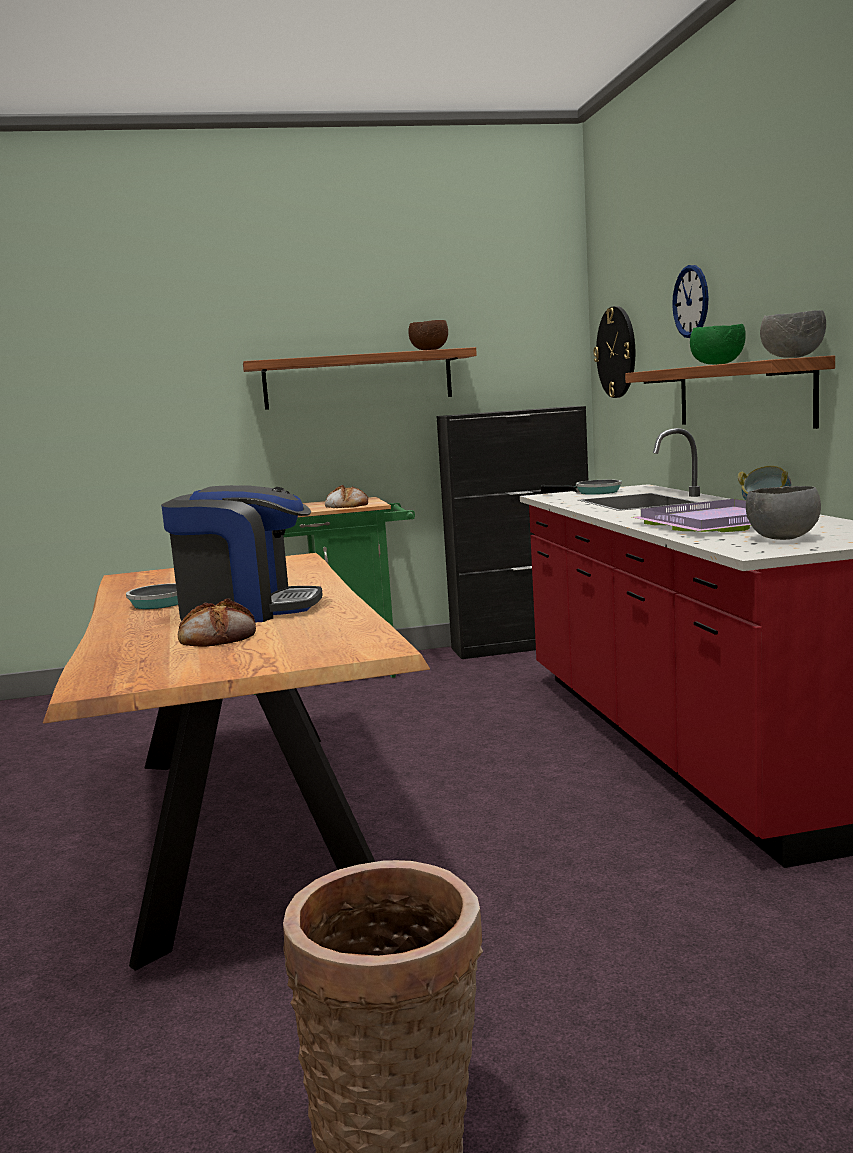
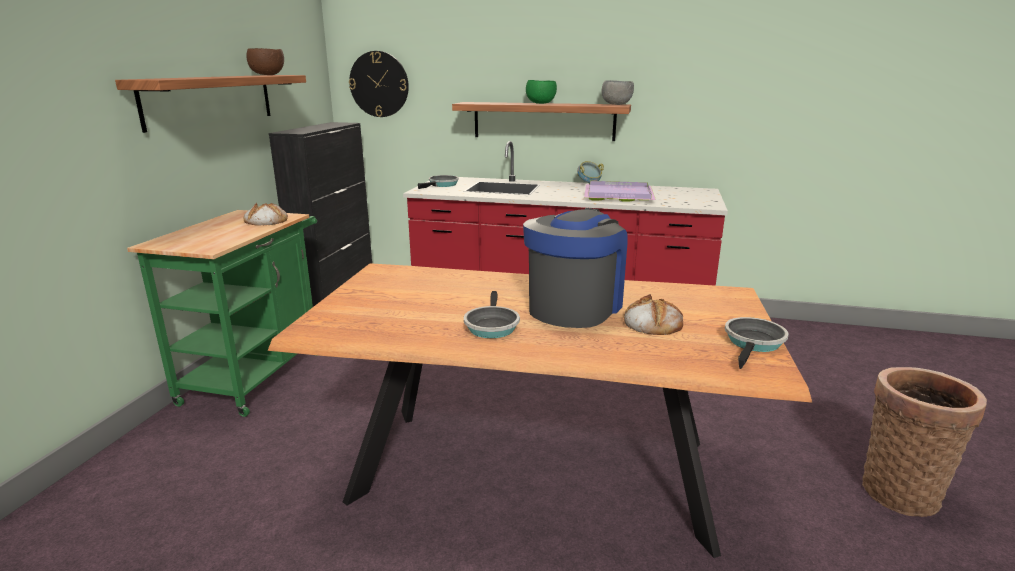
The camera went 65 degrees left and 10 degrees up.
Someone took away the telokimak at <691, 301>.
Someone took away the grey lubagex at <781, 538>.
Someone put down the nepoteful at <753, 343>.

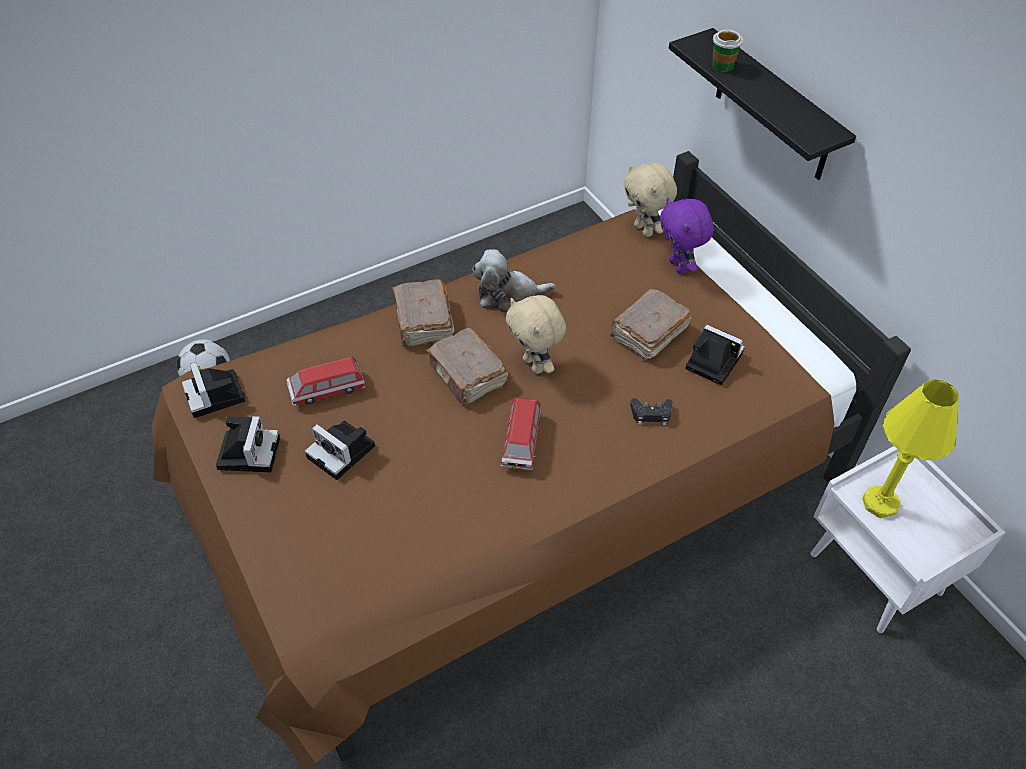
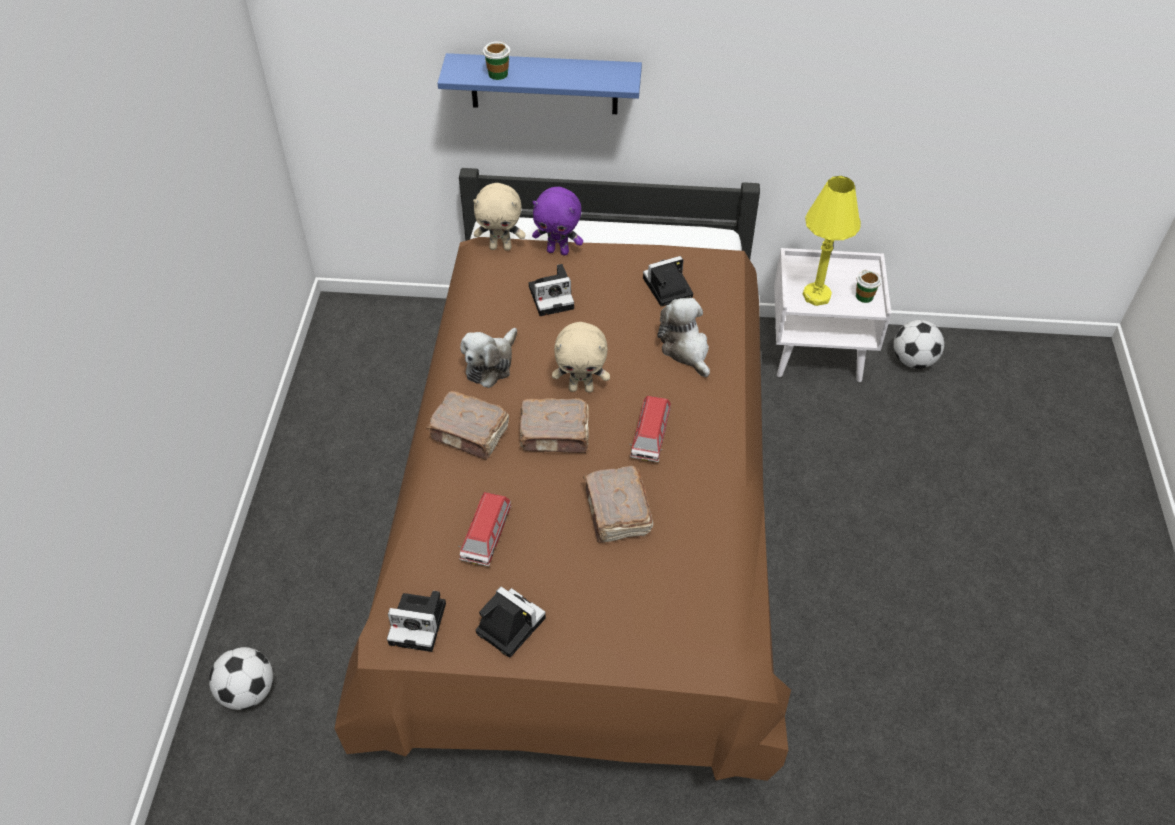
The camera went 55 degrees left and 0 degrees up.
Someone repainted the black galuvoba at <773, 107>, which became the blue galuvoba at <544, 84>.
Someone carried the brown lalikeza from <648, 334> to <616, 513>.
Someone rotated the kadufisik at <521, 441> by 60 degrees clockwise.
Someone swapped the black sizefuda at <651, 414> for the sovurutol at <686, 349>.
Someone carried the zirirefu from <343, 452> to <553, 296>.
Someone put down the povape at <864, 296>.
Someone put down the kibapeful at <913, 360>.

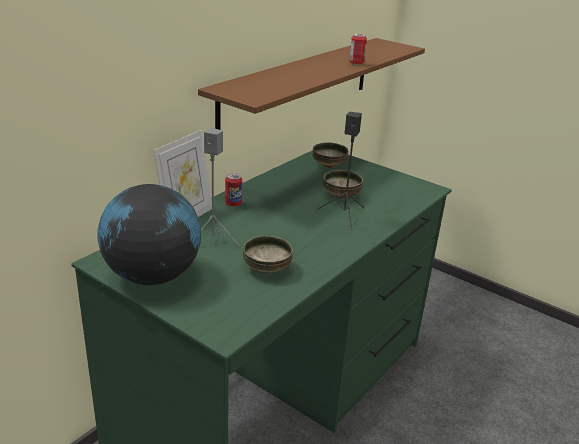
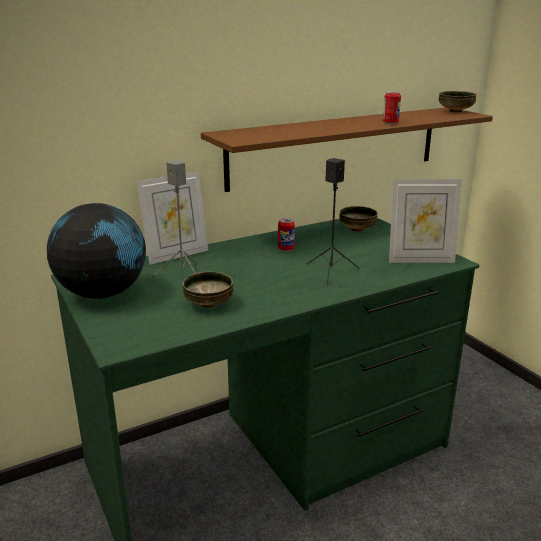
The camera went 25 degrees right and 5 degrees down.
Someone carried the lubagex from <342, 195> to <456, 111>.
Someone carried the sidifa from <233, 204> to <286, 249>.
Someone put down the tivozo at <420, 260>.

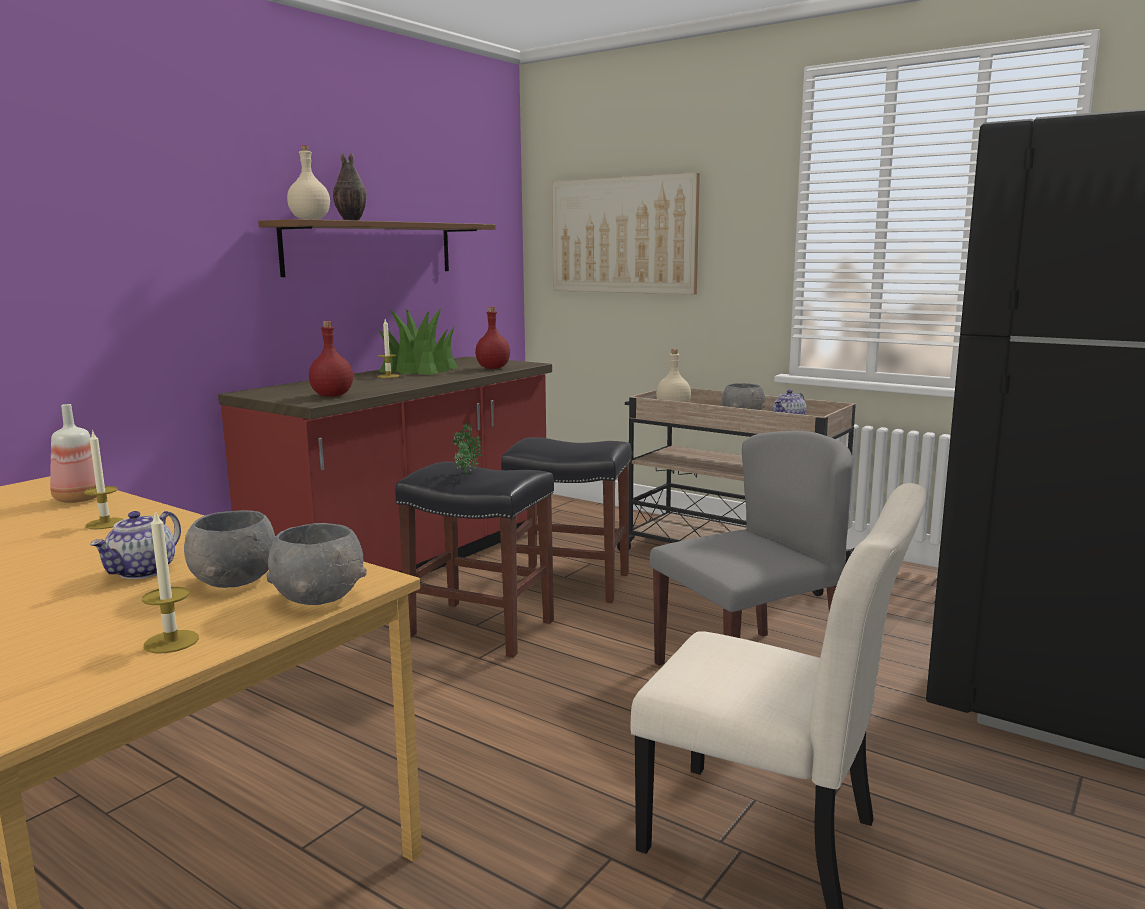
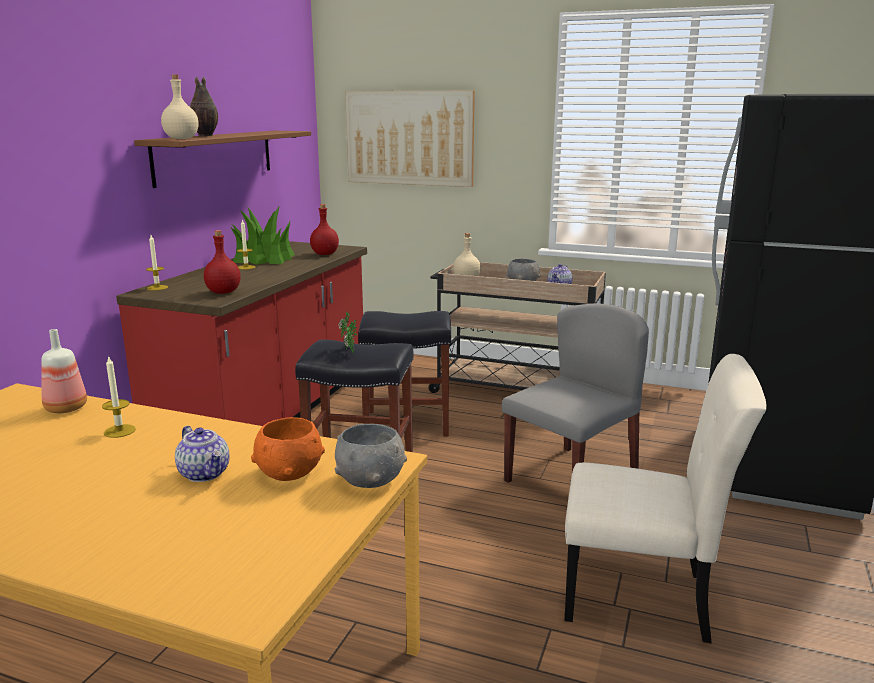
The camera went 15 degrees left and 5 degrees up.
Someone carried the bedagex from <171, 642> to <157, 288>.
Someone repainted the grey lubagex at <233, 580>, which became the orange lubagex at <288, 473>.
Someone rotated the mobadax at <142, 572> by 45 degrees counterclockwise.

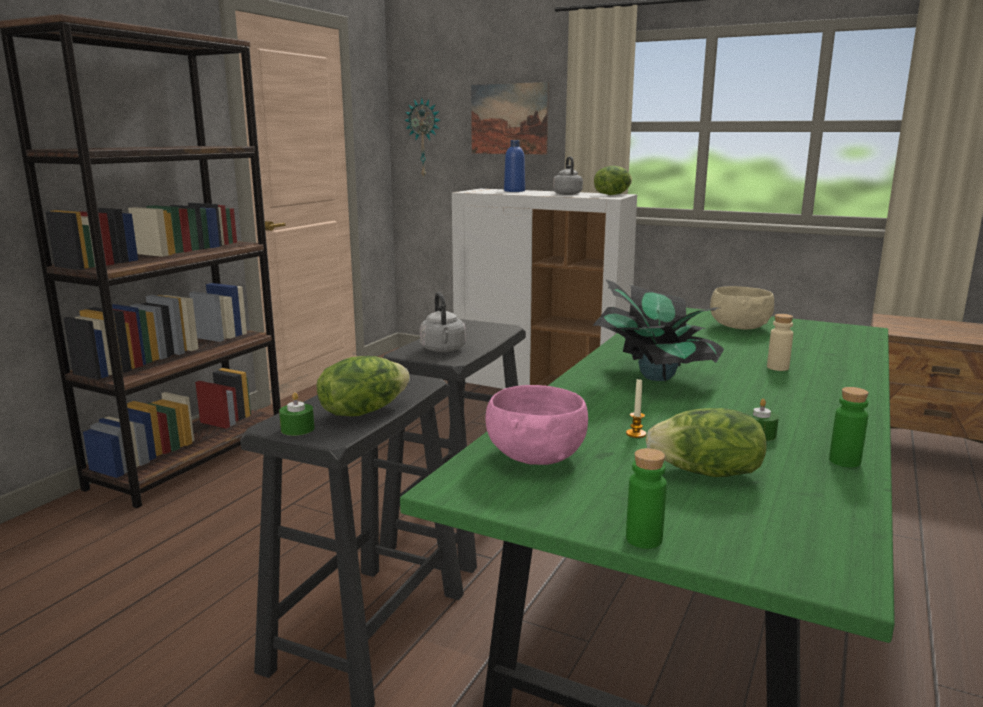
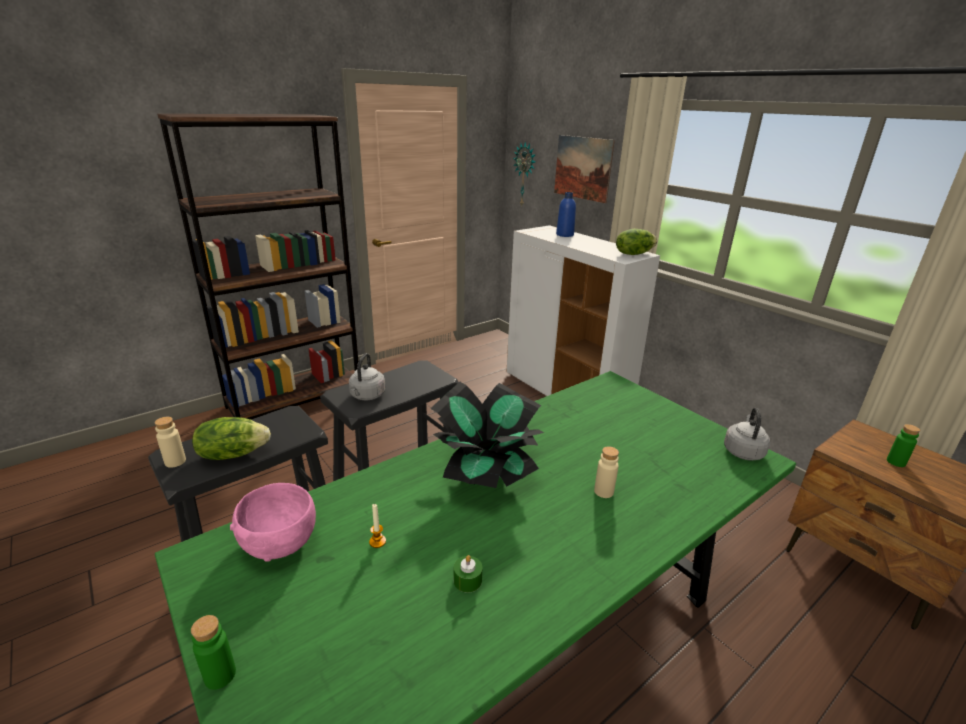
The camera went 25 degrees right and 10 degrees up.
Someone carried the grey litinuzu from <567, 194> to <743, 451>.
Someone took away the beige lubagex at <739, 327>.
Someone carried the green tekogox from <844, 461> to <896, 462>.
Someone swapped the green bedagex at <297, 429> for the beige tekogox at <175, 461>.
Someone took away the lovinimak at <707, 473>.

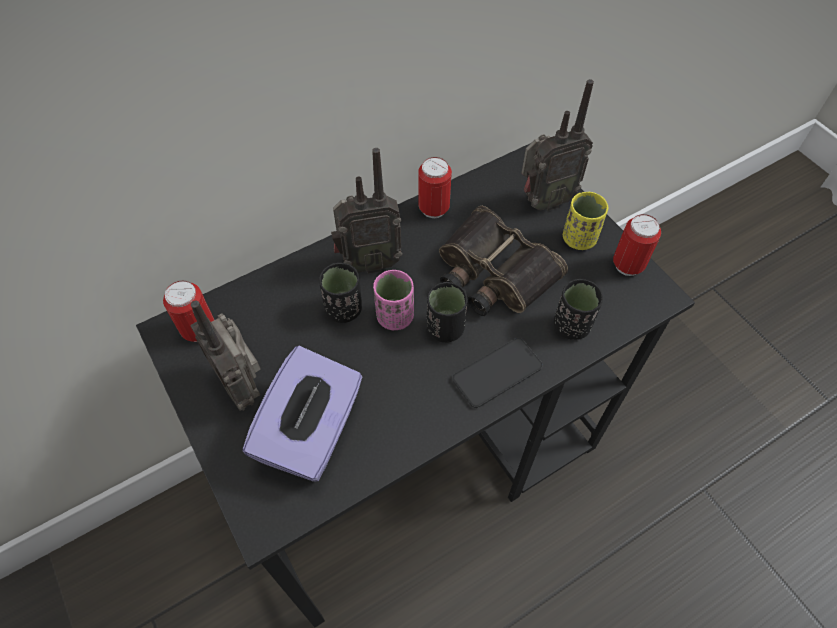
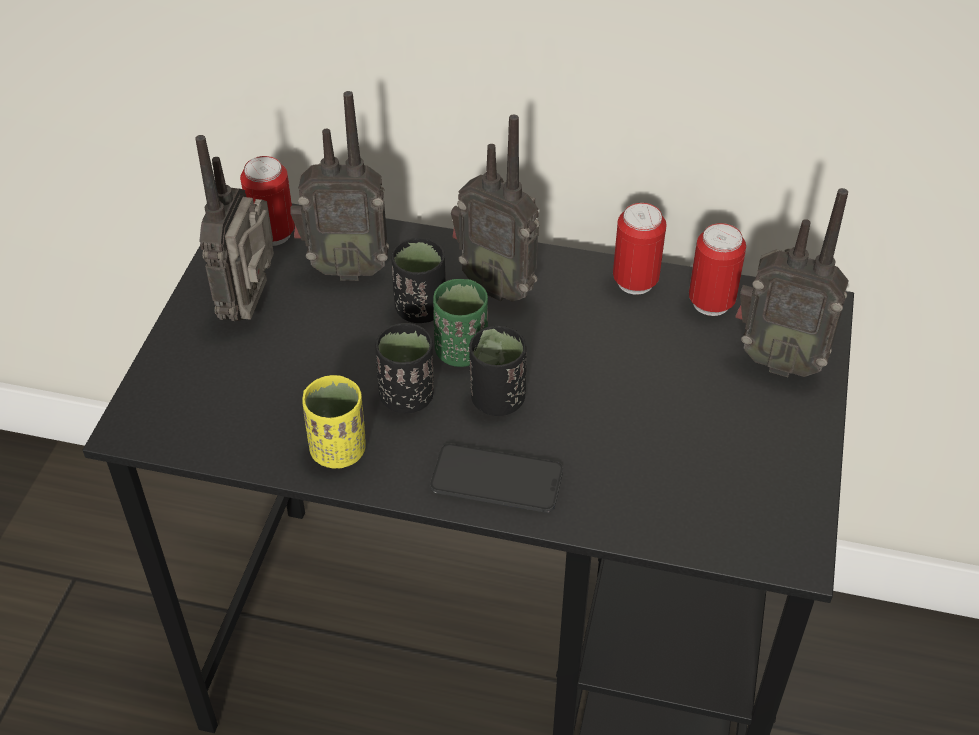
The camera went 45 degrees right and 10 degrees down.
Someone carried the yellow povape from <579, 239> to <338, 450>.
Someone took away the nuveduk at <492, 273>.
Someone carried the sidifa from <628, 265> to <711, 303>.
Someone repainted the pink povape at <395, 316>, which became the green povape at <461, 351>.
Someone carried the black povape from <571, 325> to <407, 397>.
Someone took away the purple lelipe at <312, 432>.
Someone put down the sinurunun at <346, 268>.

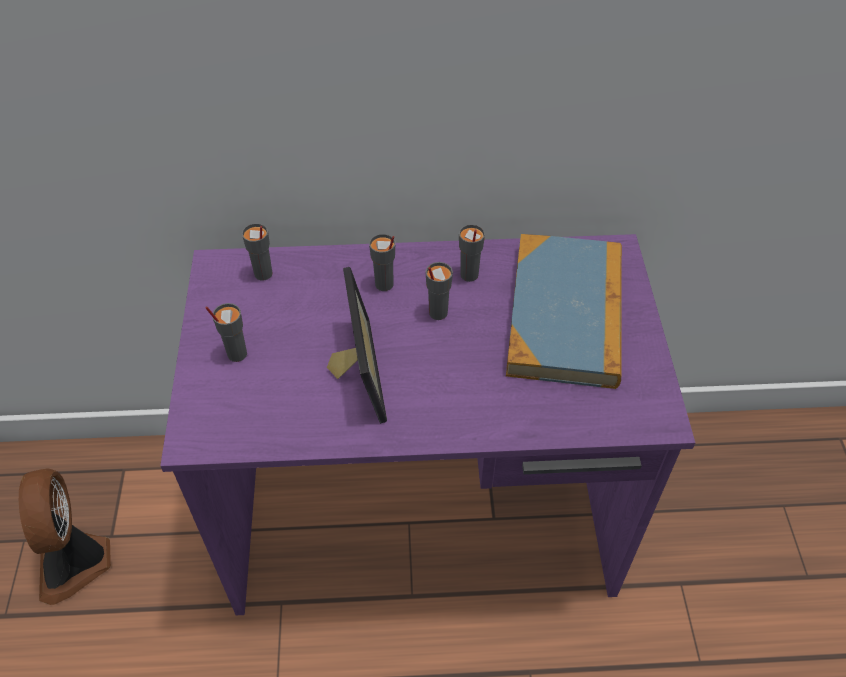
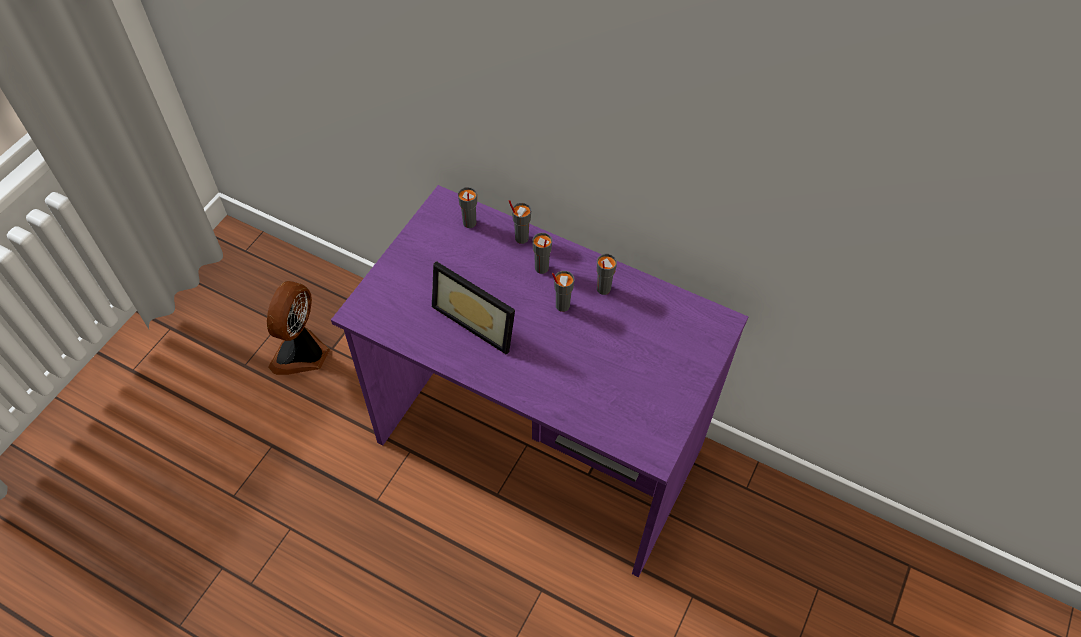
The camera went 30 degrees right and 5 degrees up.
Someone took away the lalikeza at <565, 314>.
Someone rotated the tivozo at <352, 372> by 105 degrees clockwise.
Someone carried the grey povape from <236, 354> to <521, 238>.

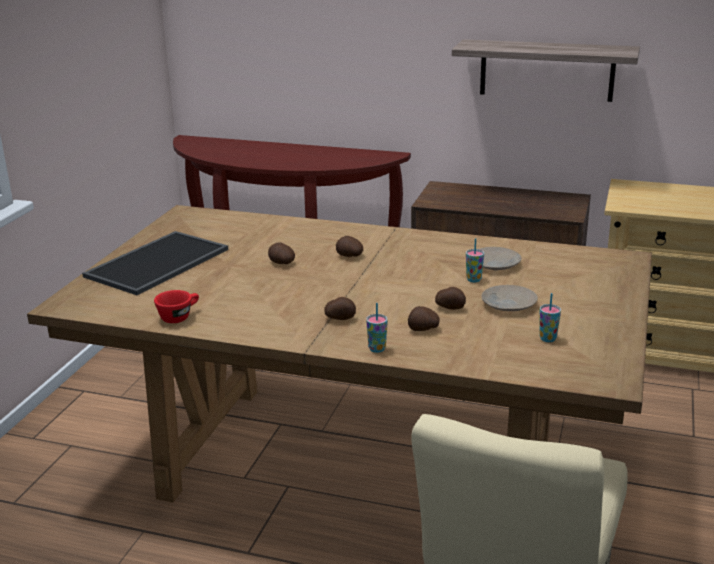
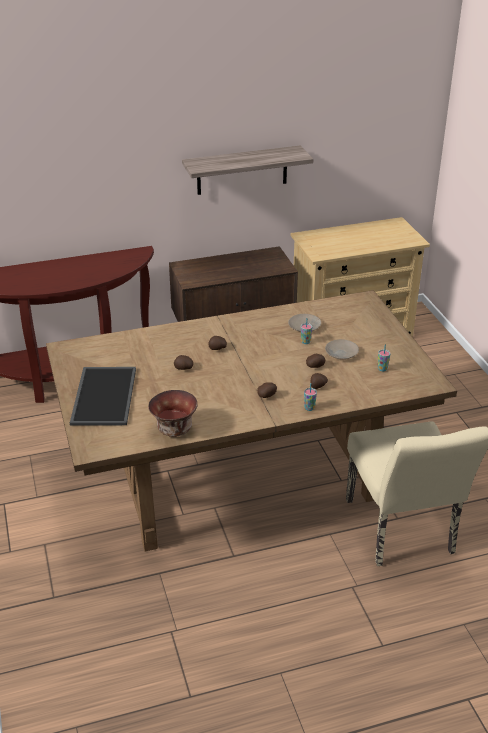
The camera went 35 degrees left and 10 degrees up.
Someone swapped the red povape at <179, 316> for the lubagex at <174, 430>.

